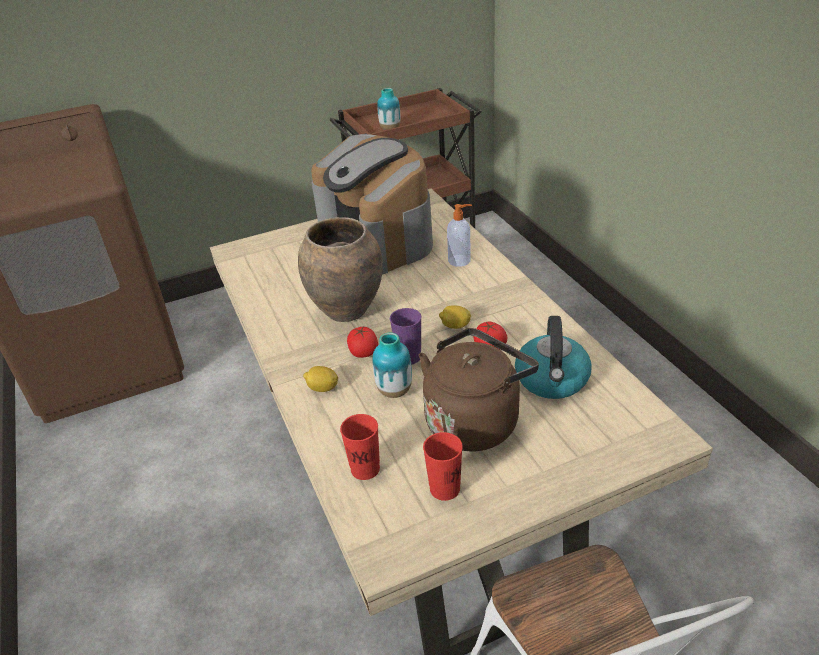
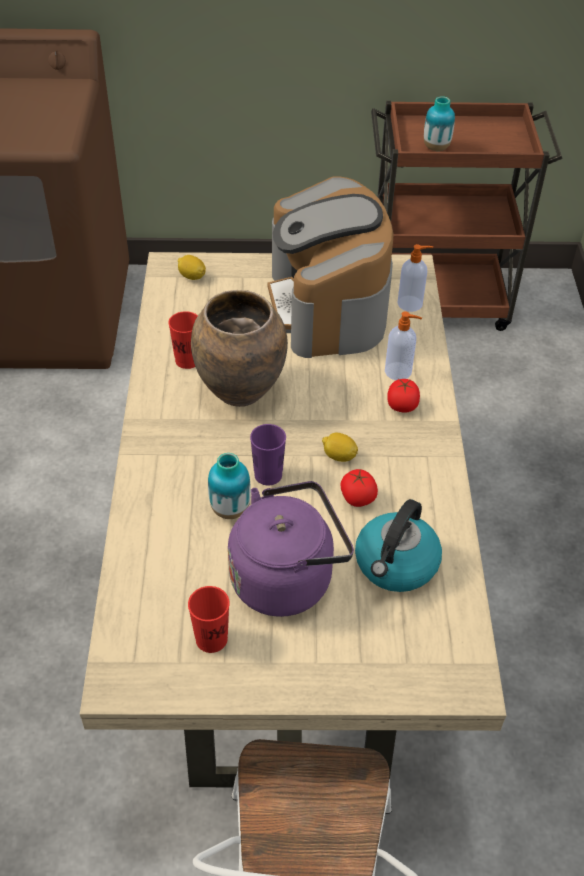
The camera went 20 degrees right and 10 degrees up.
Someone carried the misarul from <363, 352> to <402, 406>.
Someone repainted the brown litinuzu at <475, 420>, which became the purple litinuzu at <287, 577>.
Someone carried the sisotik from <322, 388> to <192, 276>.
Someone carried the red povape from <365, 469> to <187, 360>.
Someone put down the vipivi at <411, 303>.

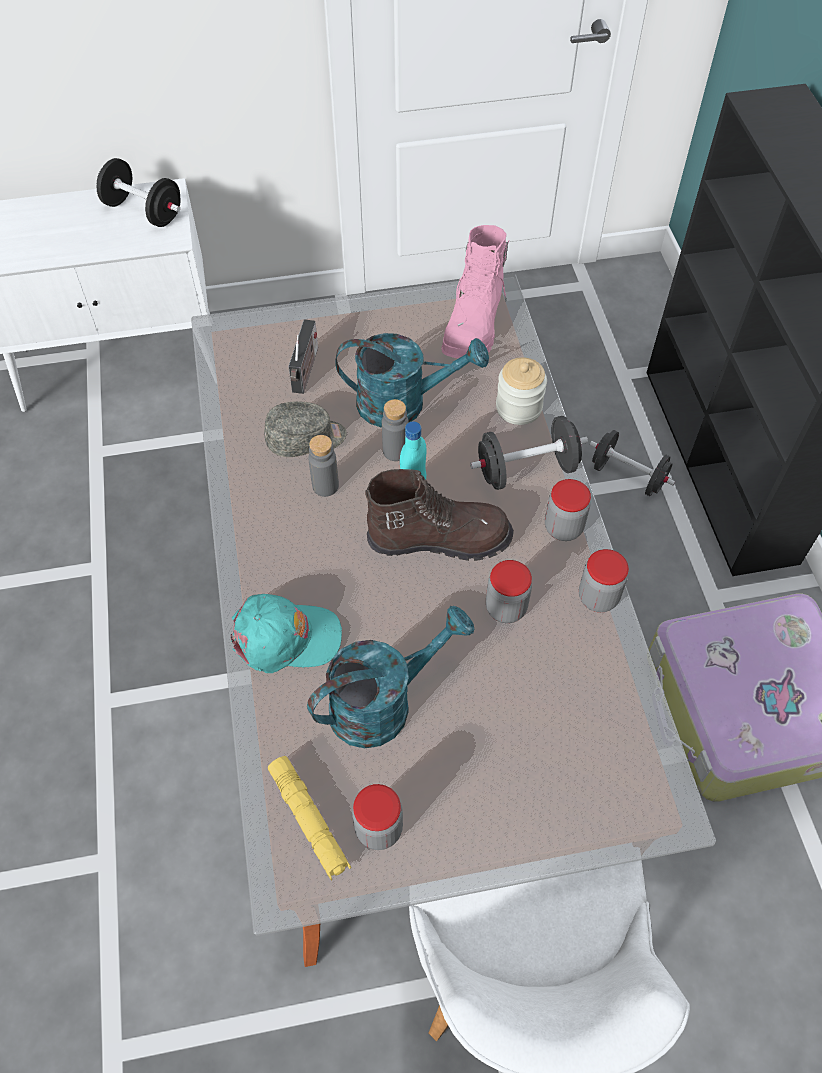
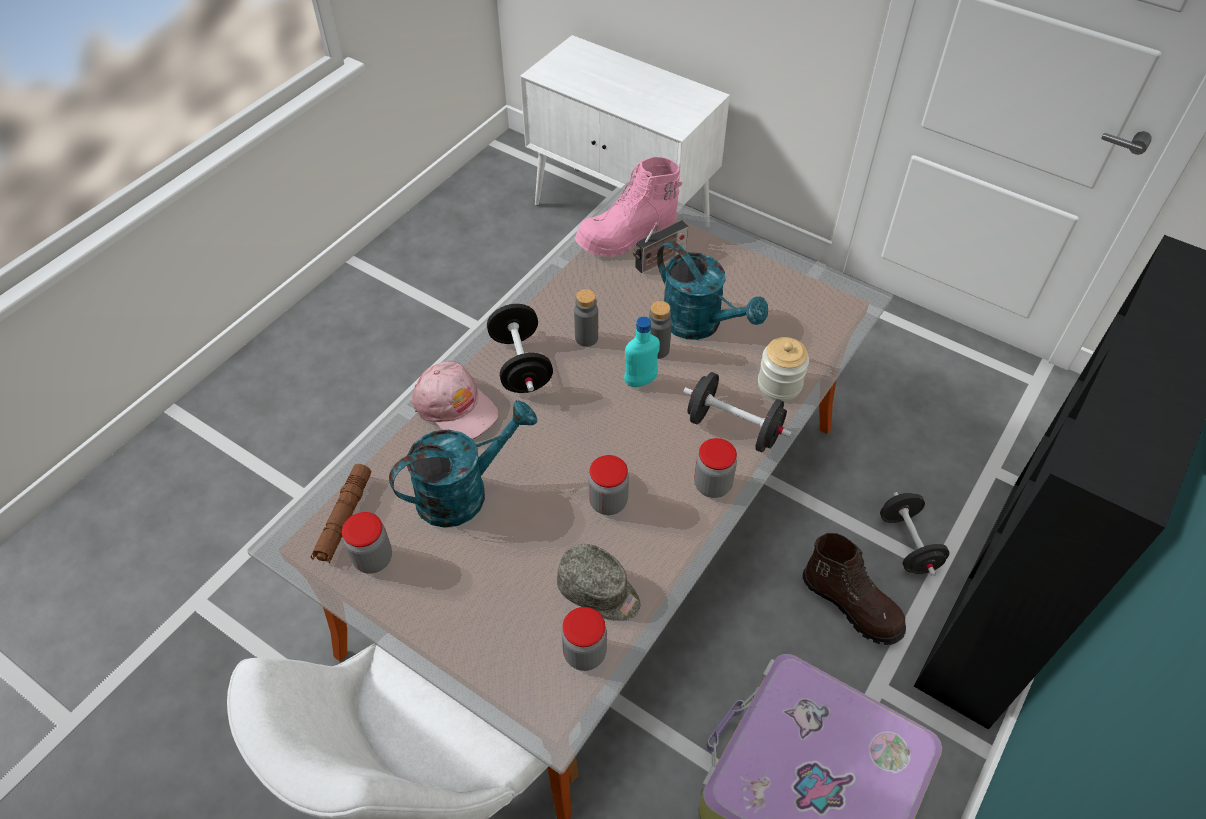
The camera went 45 degrees right and 5 degrees down.
Someone carried the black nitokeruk from <143, 211> to <521, 365>.
Someone carried the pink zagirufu from <474, 324> to <628, 235>.
Someone carried the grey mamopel from <306, 439> to <599, 591>.
Someone carried the brown zagirufu from <439, 538> to <852, 604>.
Someone carried the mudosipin from <598, 597> to <584, 653>.
Someone repainted the turquoise mamopel at <286, 637>, which became the pink mamopel at <455, 407>.
Someone rotated the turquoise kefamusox at <383, 702> by 45 degrees counterclockwise.
Someone repainted the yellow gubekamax at <309, 820>, which became the brown gubekamax at <344, 518>.

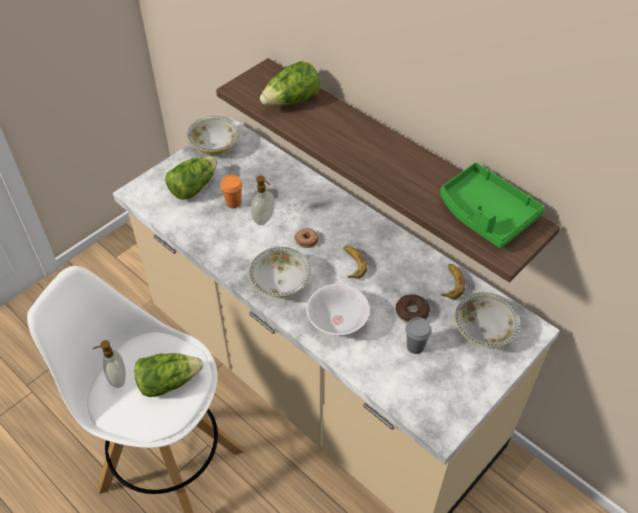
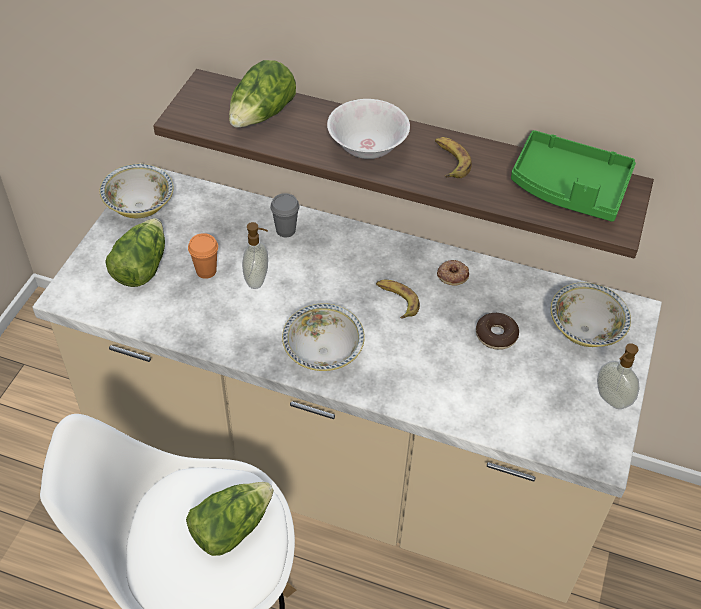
The camera went 25 degrees left and 0 degrees up.
Someone carried the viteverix from <306, 239> to <452, 275>.
Someone carried the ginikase from <451, 283> to <449, 161>.
Someone carried the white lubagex from <337, 322> to <367, 148>.
Someone carried the grey povape from <415, 346> to <285, 230>.
Someone carried the vipivi from <117, 379> to <611, 399>.

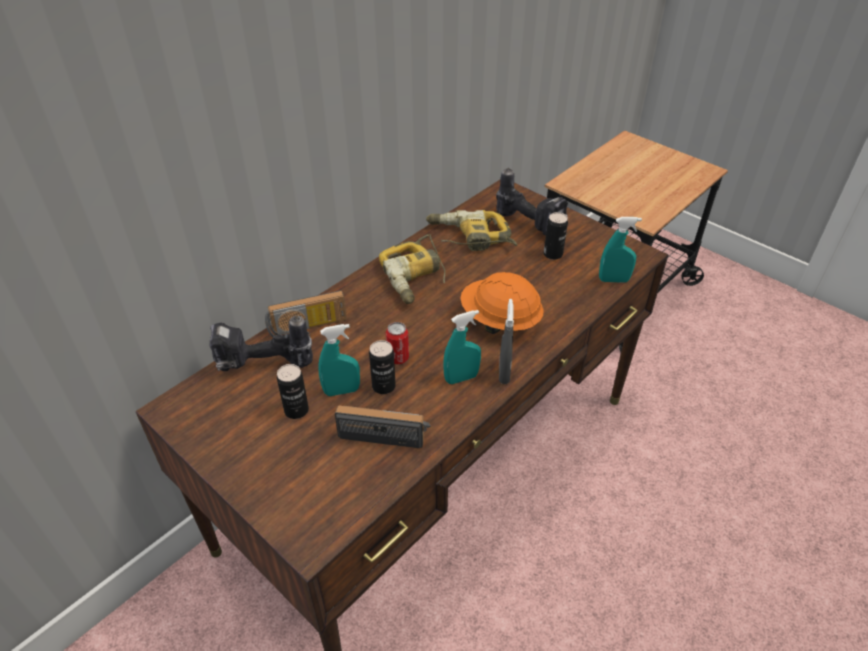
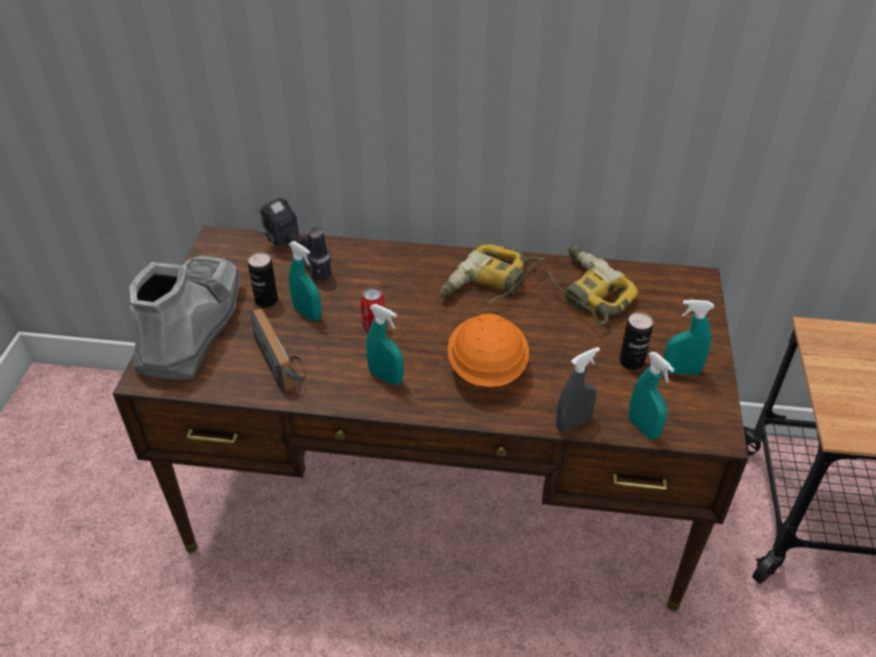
The camera went 55 degrees right and 0 degrees up.
Someone took away the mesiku at <531, 223>.
Someone took away the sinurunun at <308, 330>.
Someone carried the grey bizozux from <504, 373> to <573, 423>.
Someone took away the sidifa at <383, 386>.
Someone put down the grey zagirufu at <192, 328>.
Someone put down the turquoise bizozux at <681, 371>.

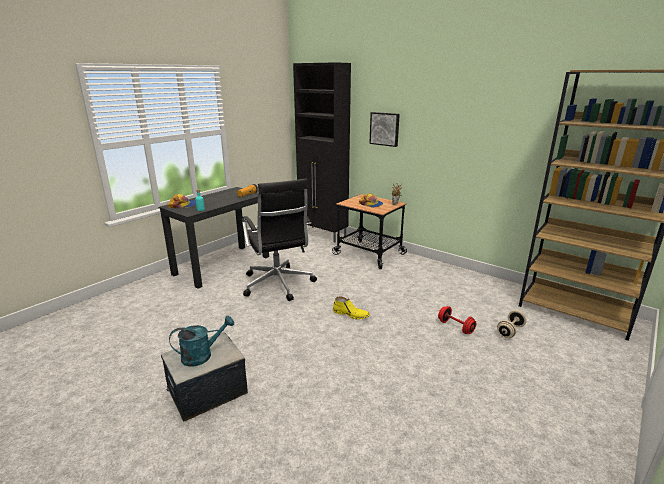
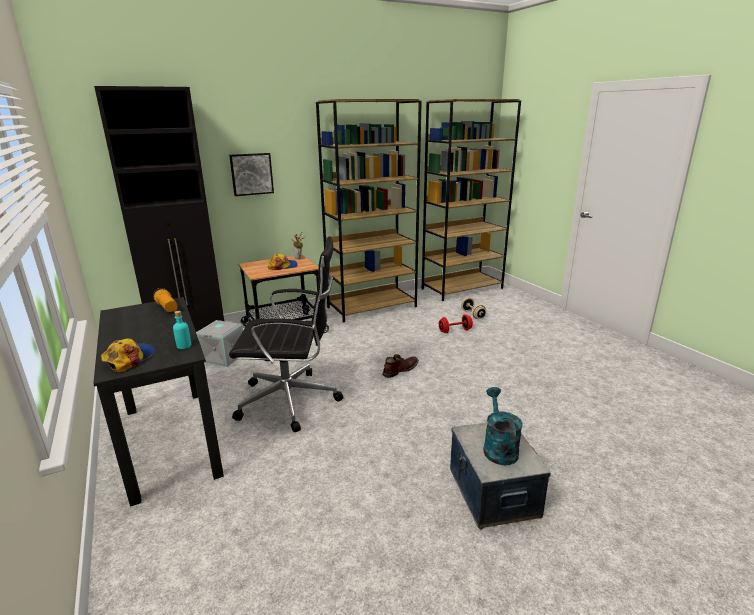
The camera went 65 degrees left and 0 degrees up.
Someone repainted the yellow zagirufu at <351, 314>, which became the brown zagirufu at <400, 370>.
Someone put down the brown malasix at <372, 307>.
Someone put down the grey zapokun at <224, 357>.

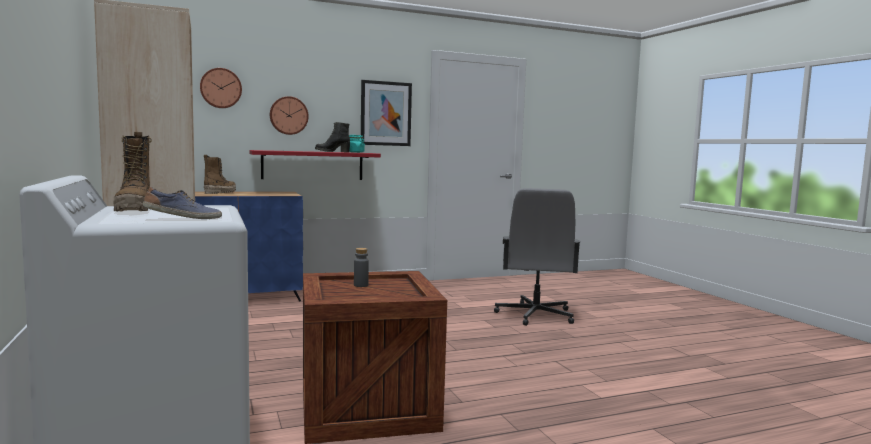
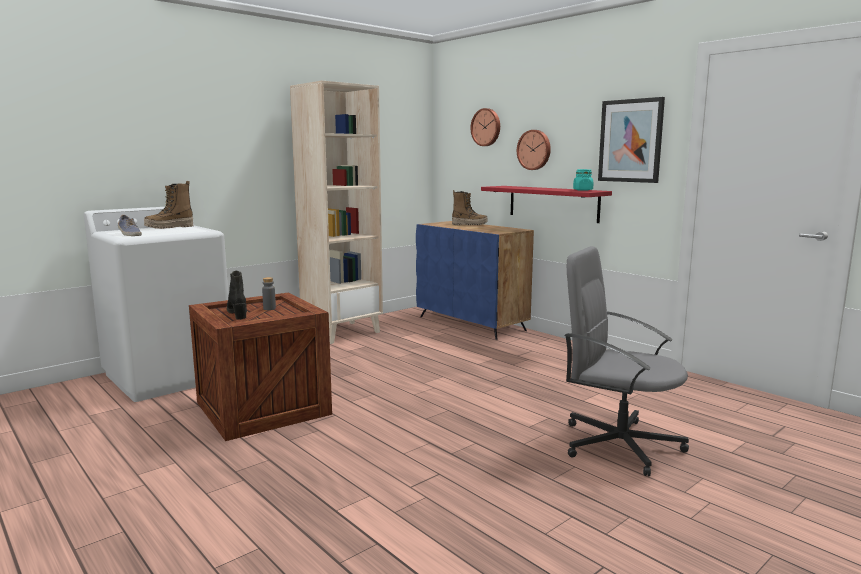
The camera went 70 degrees right and 5 degrees up.
Someone carried the black zagirufu from <332, 152> to <238, 313>.
Someone rotated the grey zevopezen at <535, 315> by 45 degrees clockwise.

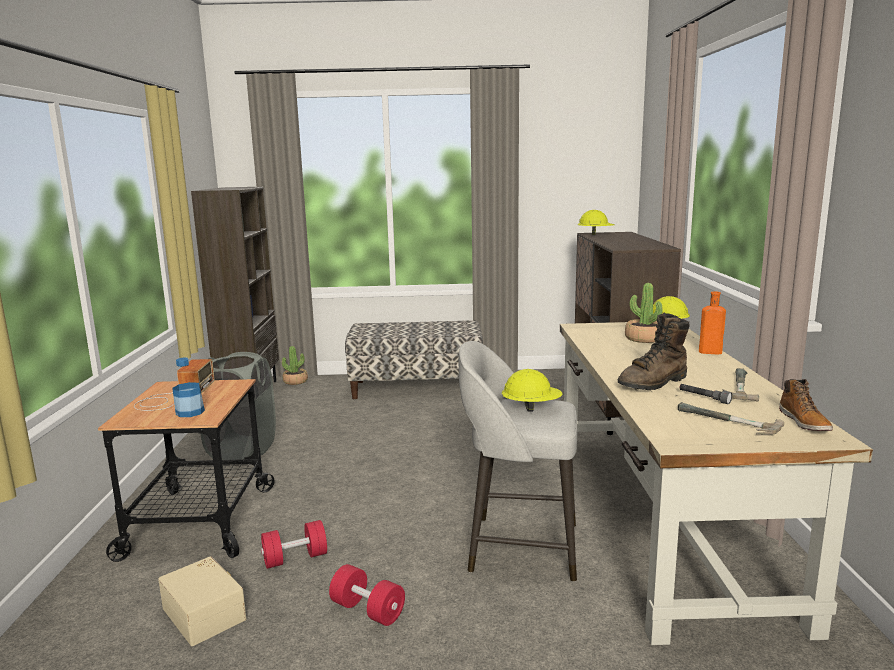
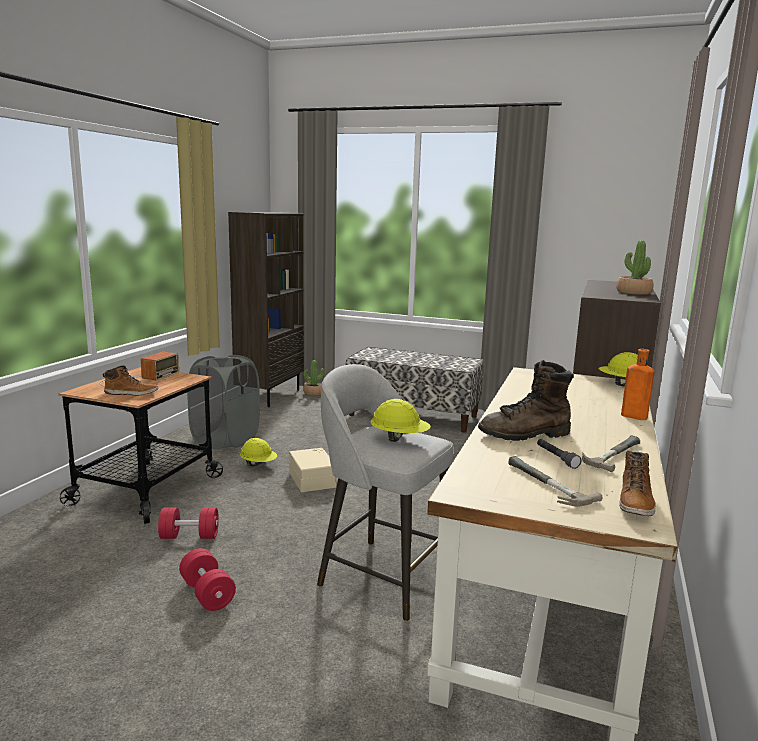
The camera went 20 degrees right and 0 degrees up.
Someone carried the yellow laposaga from <595, 234> to <258, 464>.
Someone carried the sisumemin from <643, 339> to <633, 292>.
Someone swapped the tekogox at <190, 412> for the zagirufu at <132, 393>.
Someone carried the beige zapokun from <206, 612> to <313, 479>.

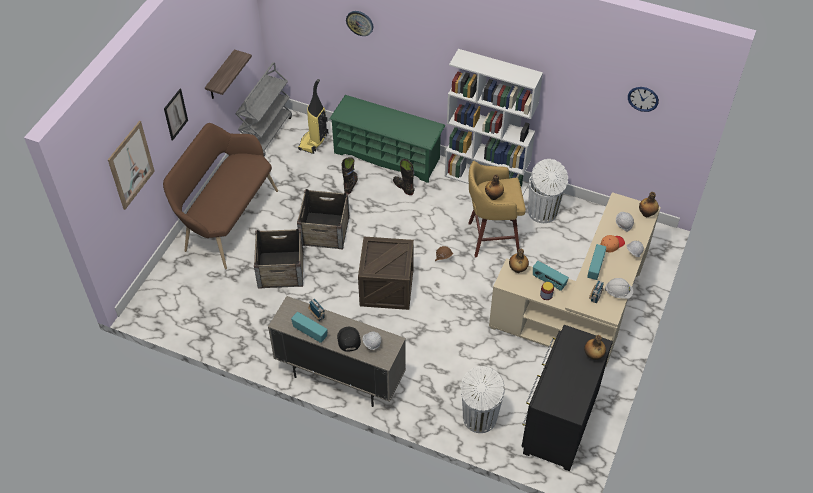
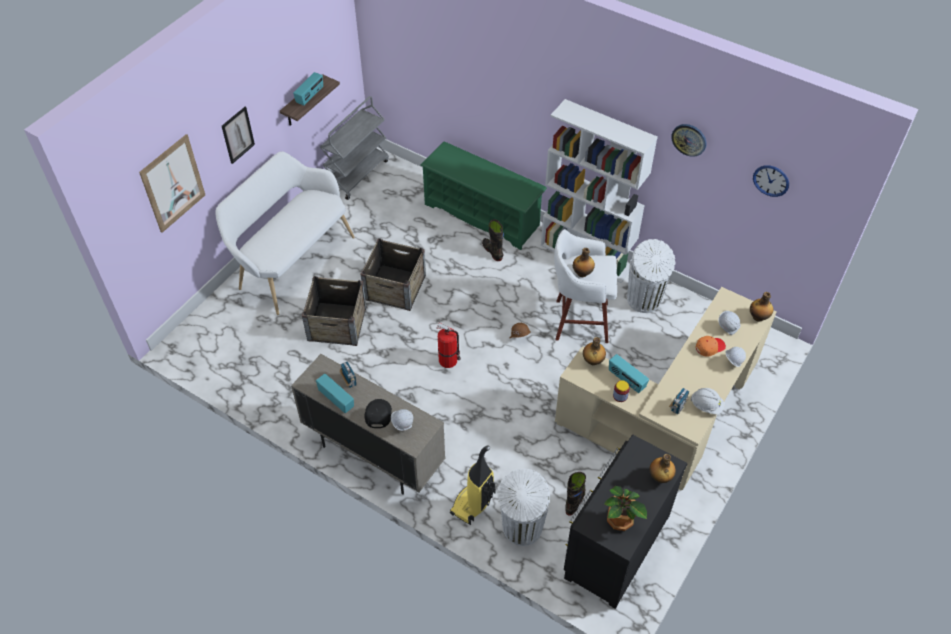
The camera went 10 degrees right and 0 degrees up.
Someone carried the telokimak from <360, 22> to <689, 139>.
Someone carried the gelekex from <314, 142> to <473, 504>.
Someone repainted the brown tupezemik at <227, 220>, which became the white tupezemik at <292, 262>.
Someone carried the black zagirufu from <350, 185> to <575, 501>.
Someone repainted the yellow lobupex at <491, 238>, which became the white lobupex at <579, 321>.
Someone swapped the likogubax at <386, 288> for the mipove at <449, 360>.
Someone carried the sinurunun from <595, 268> to <310, 96>.
Someone put down the sisumemin at <620, 521>.

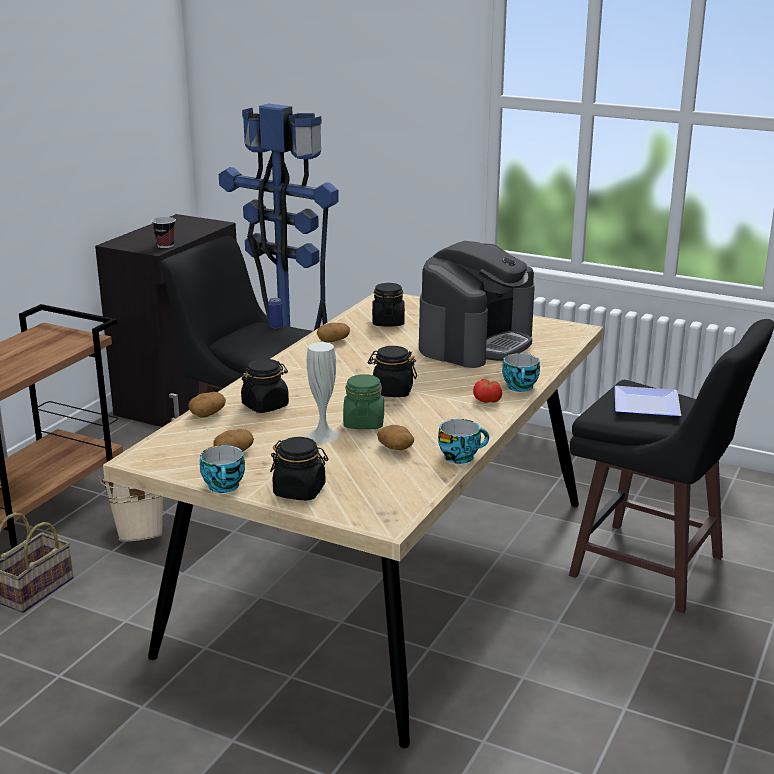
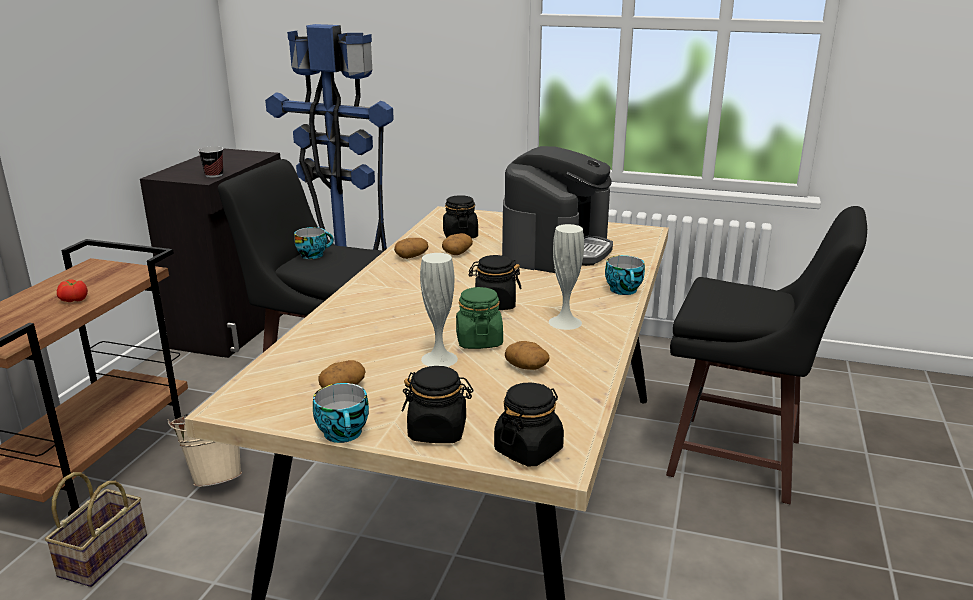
The camera went 10 degrees left and 0 degrees up.
Someone took away the sidifa at <276, 326>.
Someone carried the black mudosipin from <265, 405> to <528, 450>.
Someone carried the misarul from <487, 400> to <74, 300>.
Someone took away the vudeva at <644, 405>.
Someone carried the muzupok from <207, 413> to <457, 252>.
Someone carried the povape from <461, 456> to <313, 255>.
Someone put down the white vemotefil at <565, 322>.

